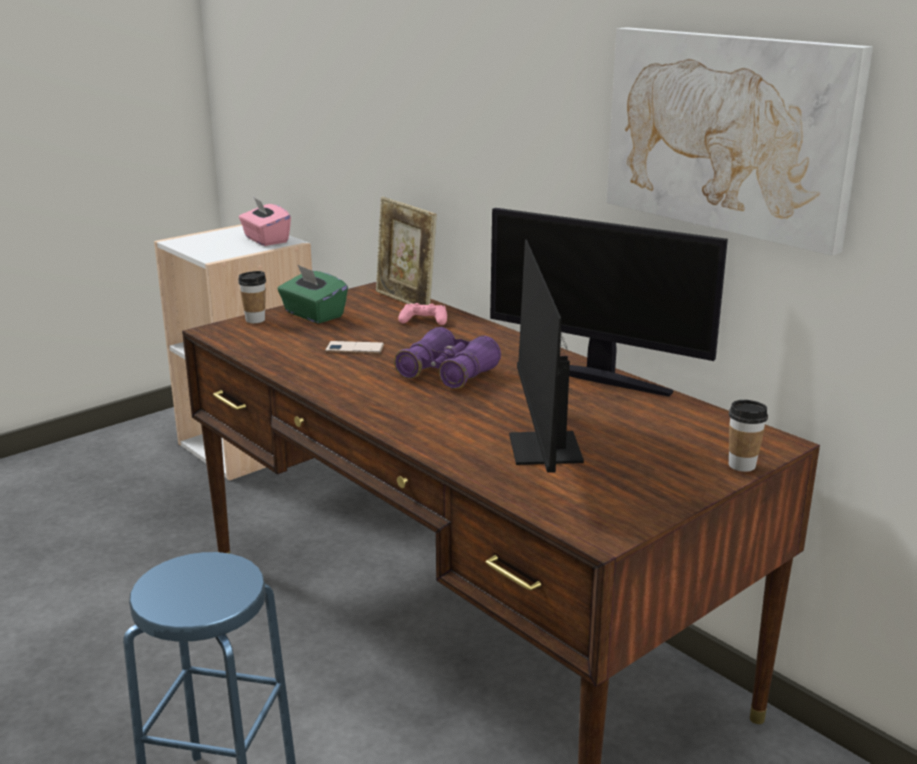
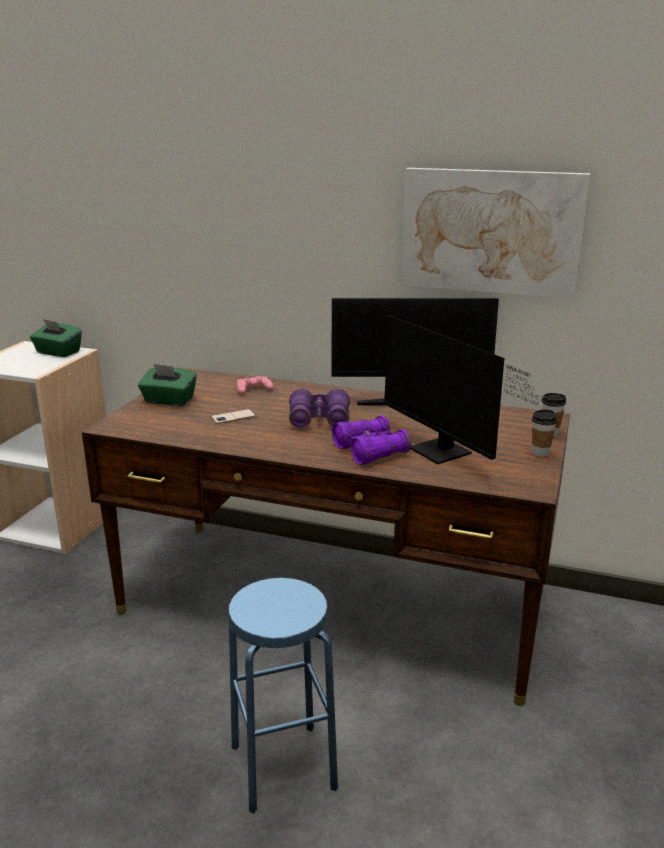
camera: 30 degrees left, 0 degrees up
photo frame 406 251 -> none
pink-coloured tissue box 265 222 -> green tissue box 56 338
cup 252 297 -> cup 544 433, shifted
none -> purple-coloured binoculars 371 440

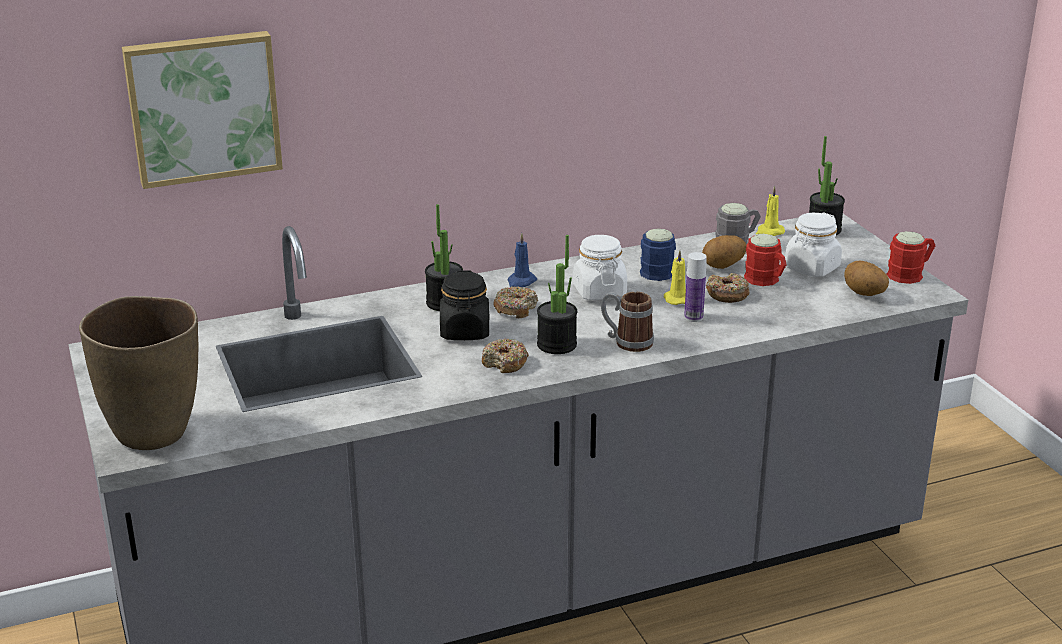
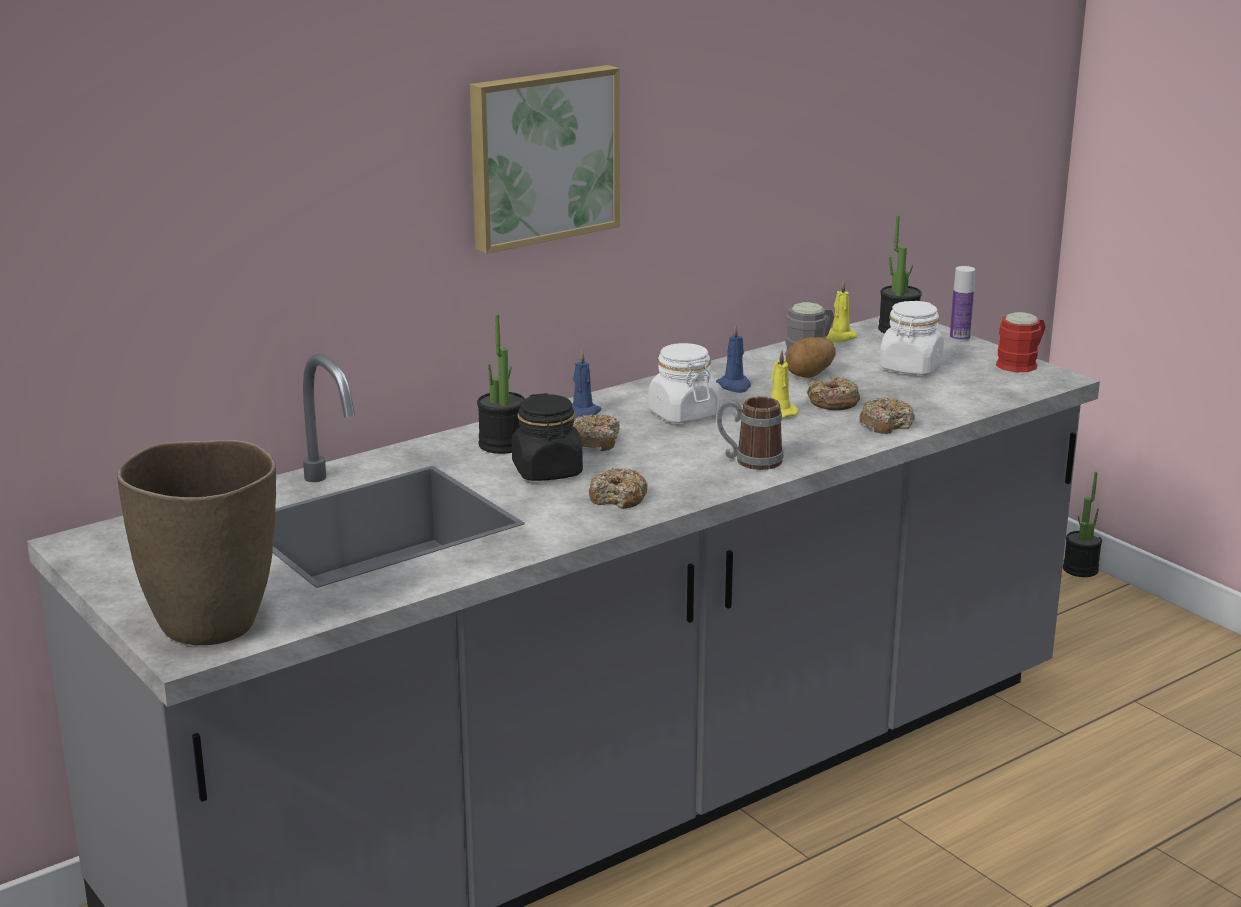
camera: 15 degrees left, 5 degrees down
picture 202 110 -> picture 545 159, shifted
blue coffee mug 658 254 -> blue wax light 733 359
reddish coffee mug 765 260 -> none
potted plant 557 294 -> potted plant 1082 524, shifted
beverage bottle 695 287 -> beverage bottle 962 304, shifted
whole potato 866 278 -> none
none -> doughnut 887 415

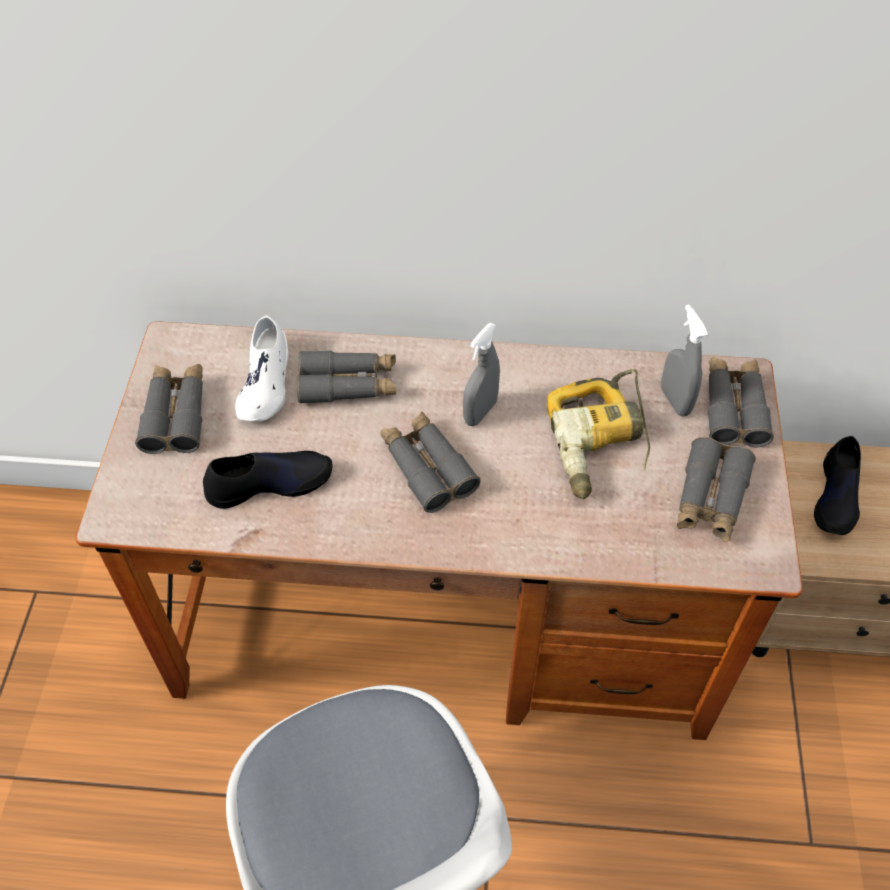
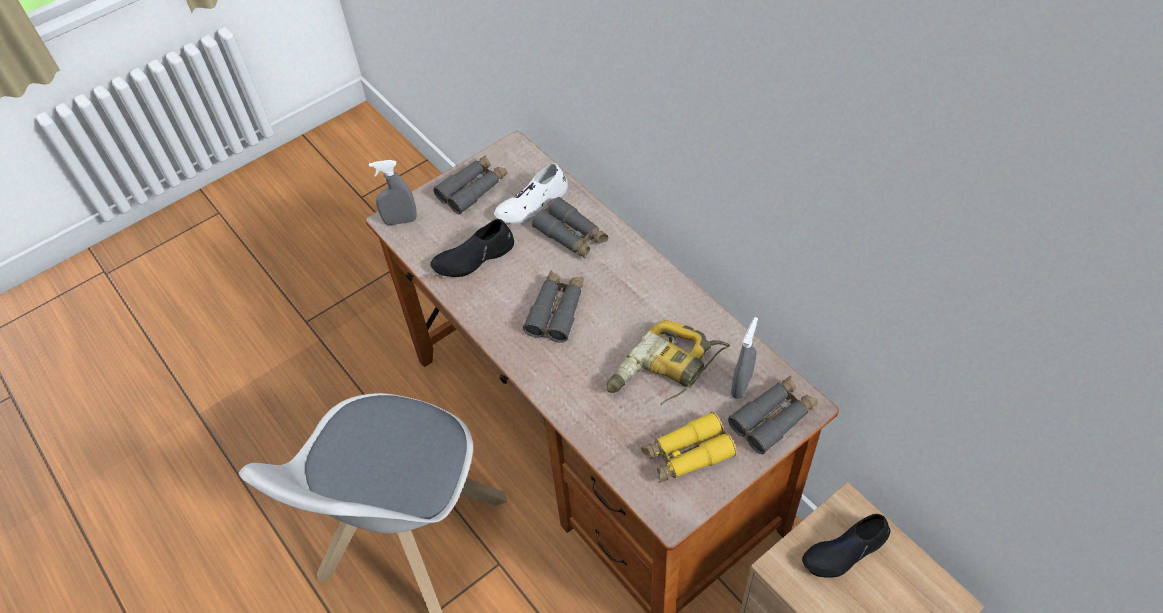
camera: 50 degrees right, 0 degrees up
gray spray bottle 481 374 -> gray spray bottle 393 192, shifted
gray binoculars 716 489 -> yellowish binoculars 689 447
black-coloured shoe 268 480 -> black-coloured shoe 472 248, 120 degrees clockwise

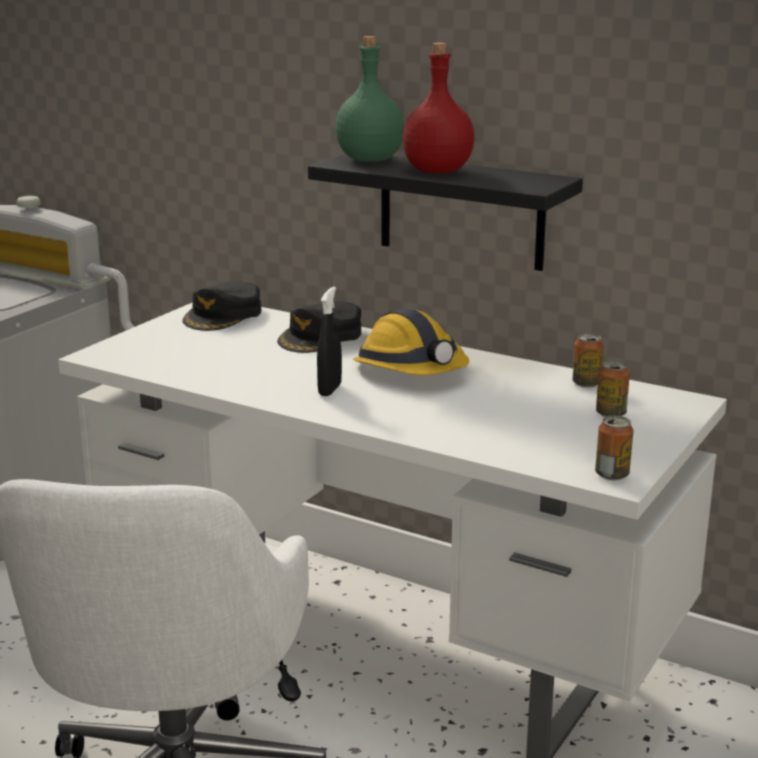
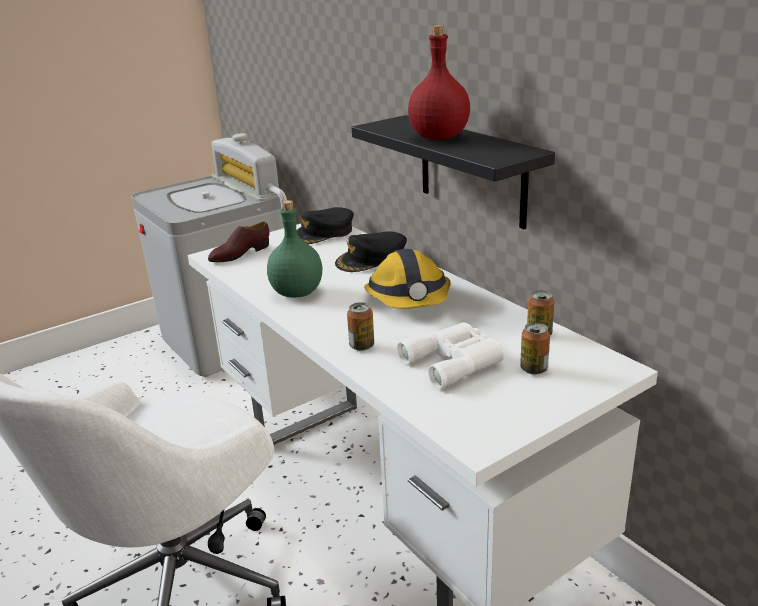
camera: 25 degrees right, 5 degrees up
green beverage bottle 369 99 -> green beverage bottle 294 248, shifted
black-coloured spray bottle 329 341 -> none
metal can 614 448 -> metal can 360 326, shifted
none -> brown shoe 238 241
none -> whitish binoculars 450 355

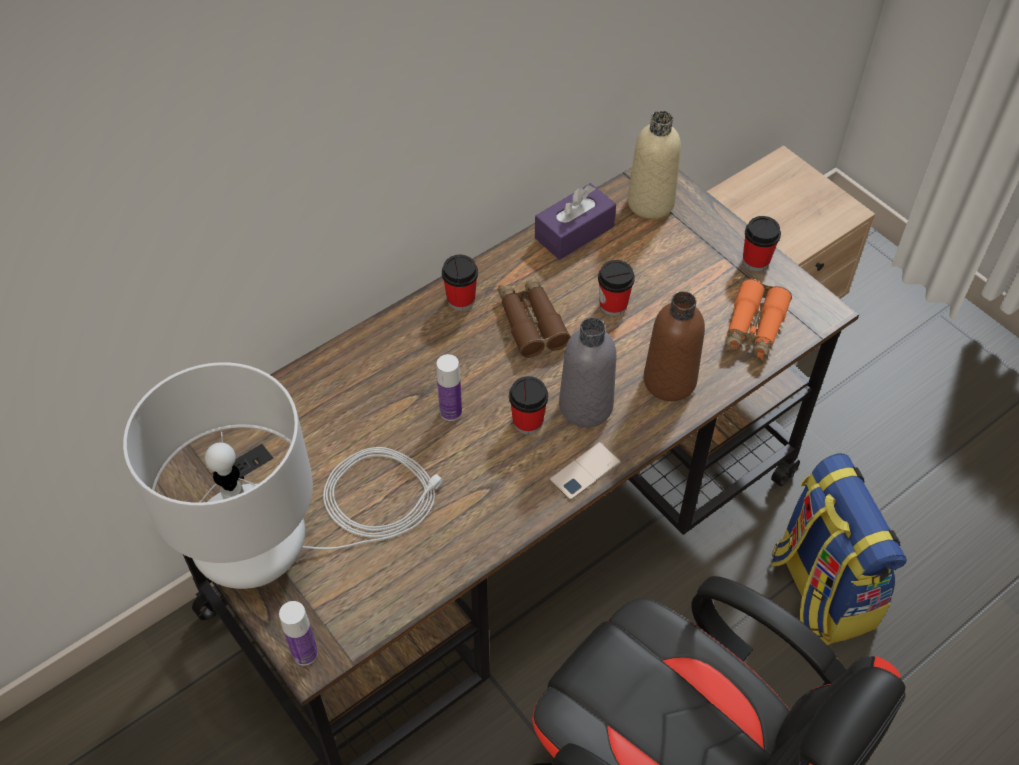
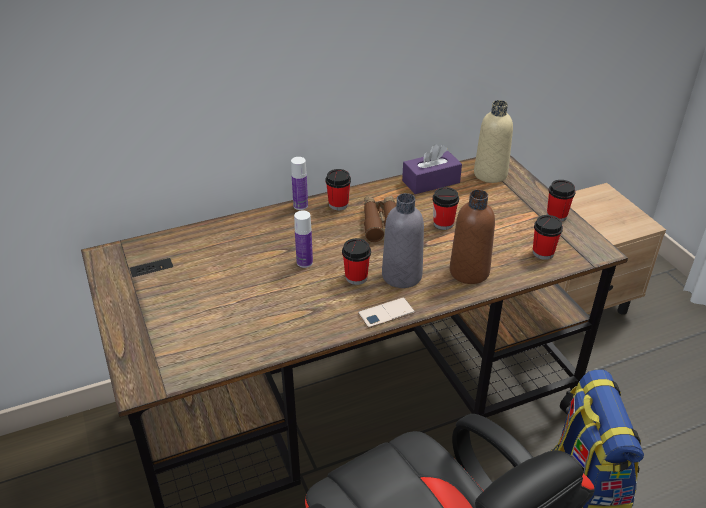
camera: 15 degrees right, 15 degrees down
orange-coloured binoculars 758 320 -> cup 548 237
whitish tabletop lamp 283 475 -> none
beverage bottle 298 633 -> beverage bottle 299 183, shifted

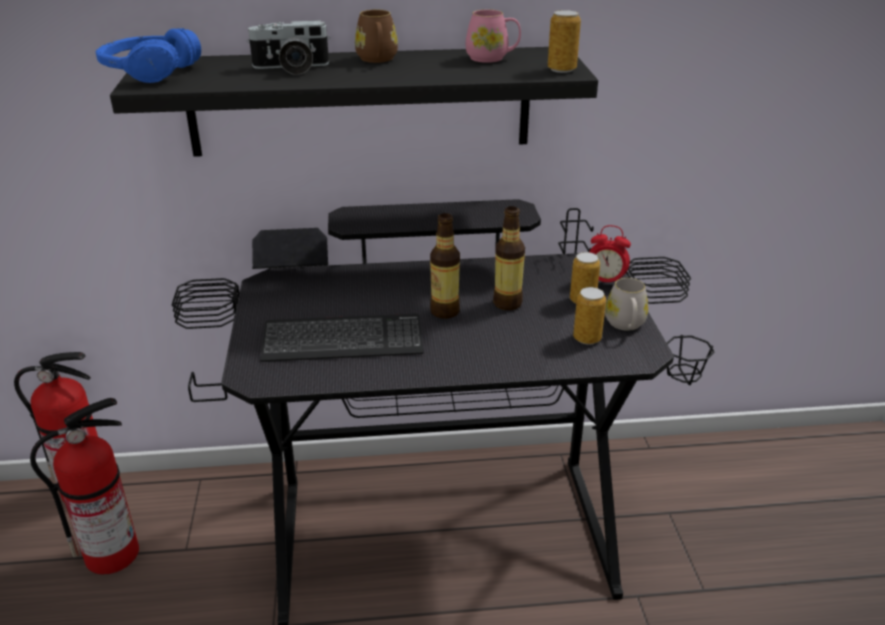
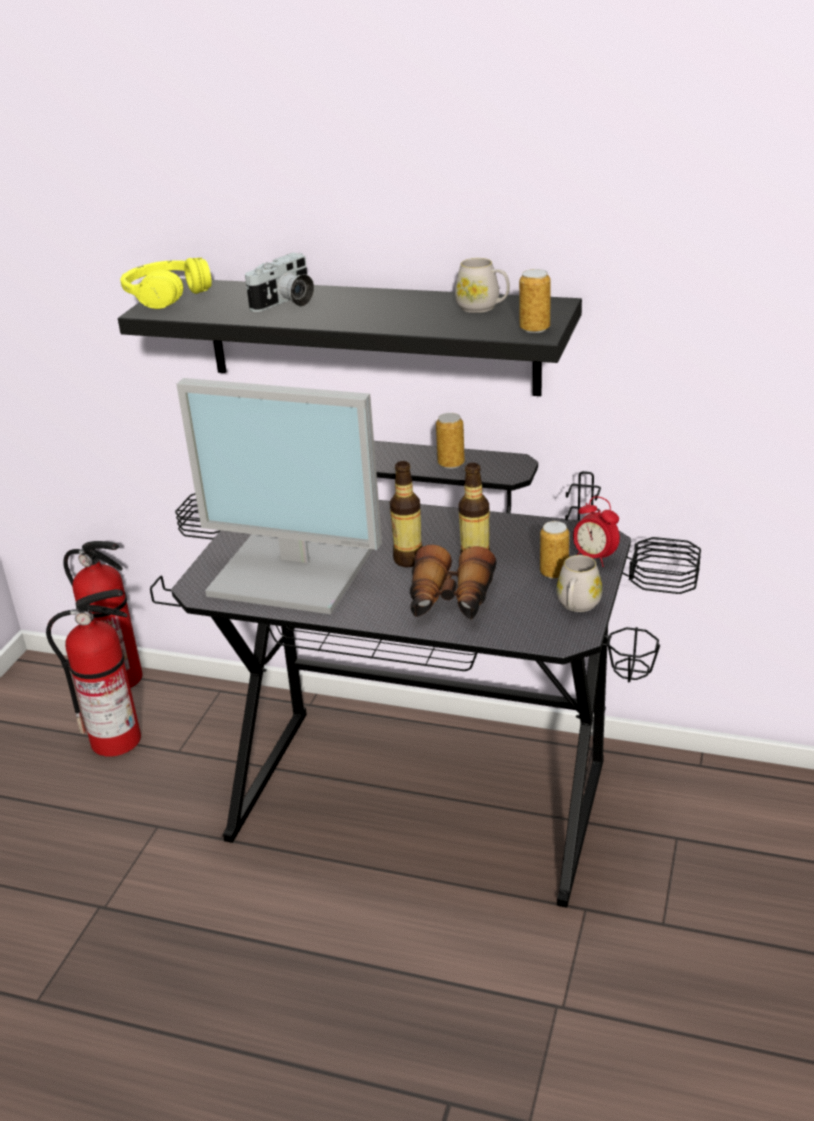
camera: 25 degrees right, 0 degrees up
pink-coloured coffee mug 493 36 -> whitish coffee mug 482 285
brown coffee mug 376 36 -> none
photo camera 288 47 -> photo camera 279 282, 60 degrees counterclockwise
blue headphones 148 55 -> yellowish headphones 166 283
metal can 589 316 -> metal can 450 441, shifted
PC keyboard 342 337 -> computer display 279 496
none -> binoculars 453 582

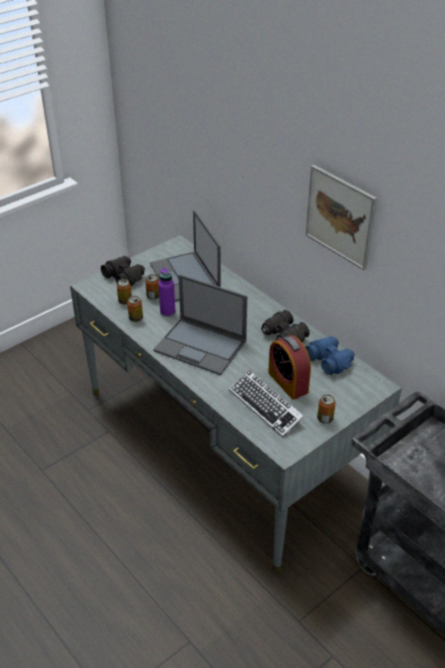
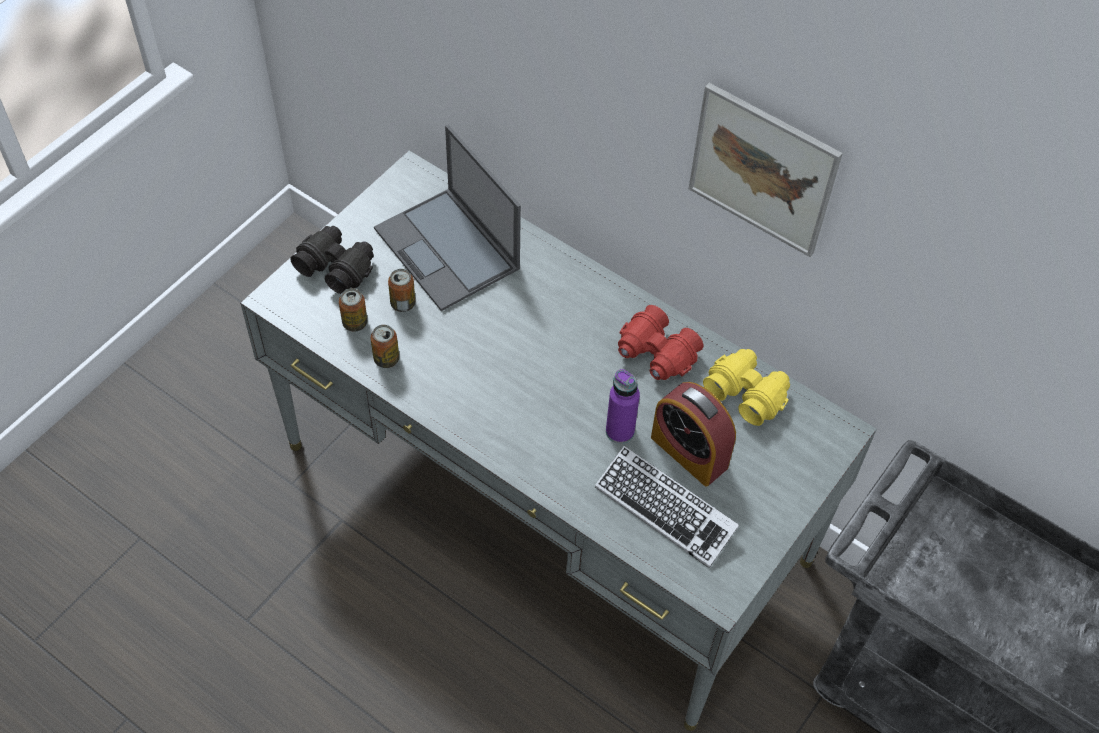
camera: 15 degrees left, 15 degrees up
purple-coloured beverage bottle 166 292 -> purple-coloured beverage bottle 623 406, shifted
notebook computer 200 324 -> none
black-coloured binoculars 285 326 -> reddish binoculars 660 342
blue binoculars 330 355 -> yellowish binoculars 746 387
metal can 326 409 -> none

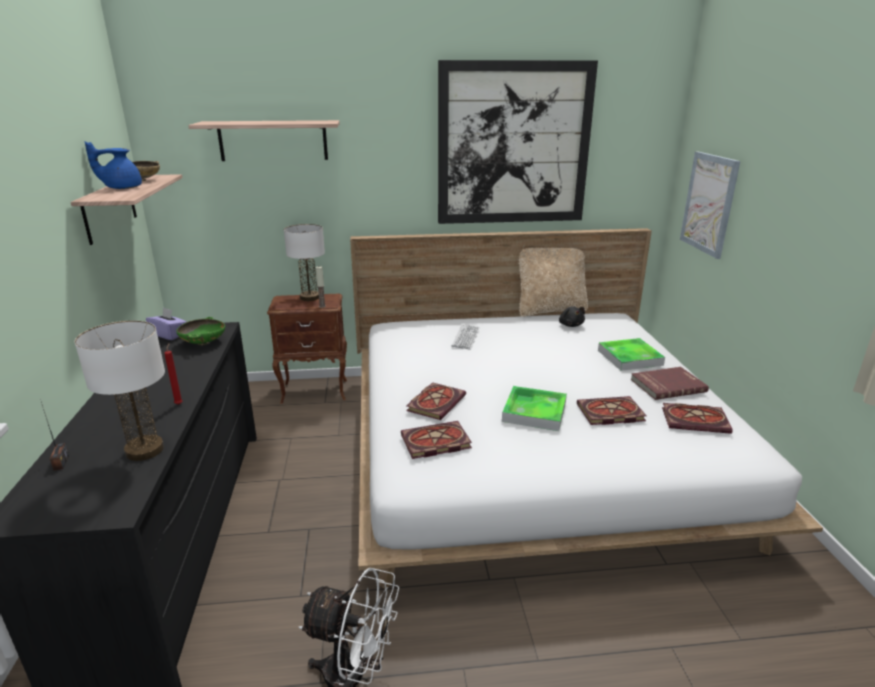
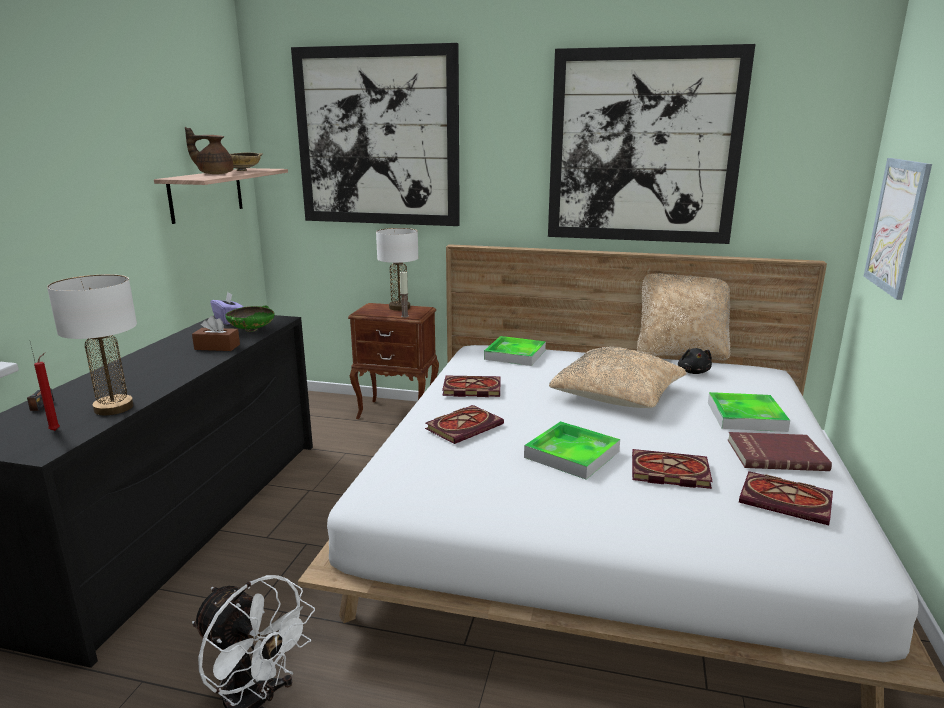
camera: 20 degrees right, 5 degrees down
shelf 264 140 -> picture 375 134
blue tea pot 113 165 -> brown tea pot 209 150
PC keyboard 466 337 -> none
reddish wax light 173 374 -> reddish wax light 47 391, shifted
bound book 436 440 -> bound book 471 386, shifted
none -> brown tissue box 216 333
none -> tray 515 351
none -> sand-coloured throw pillow 618 377

